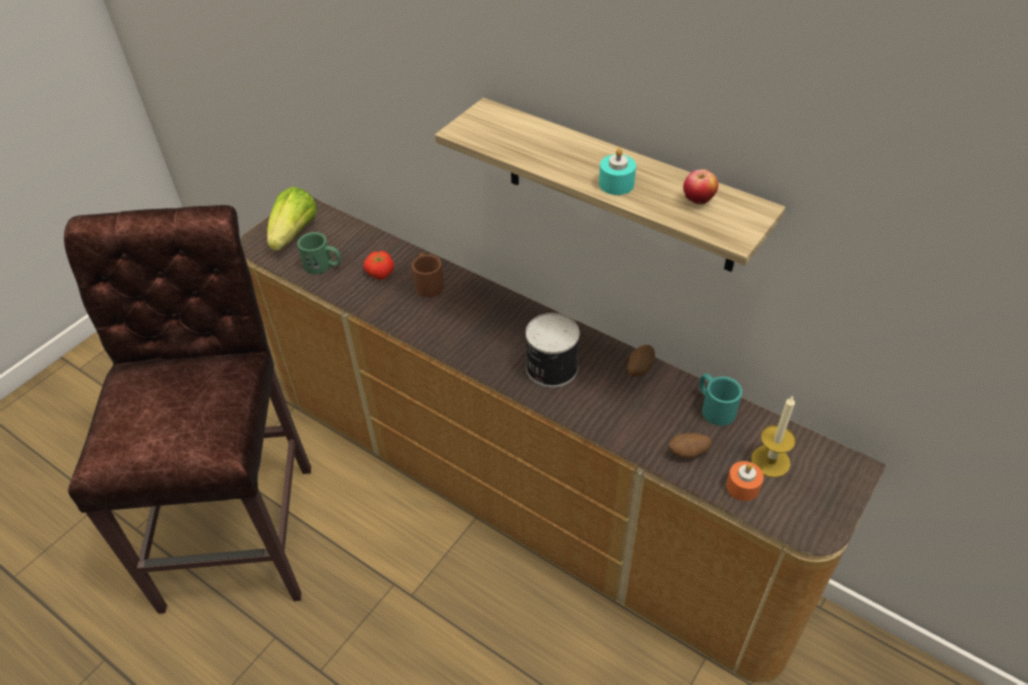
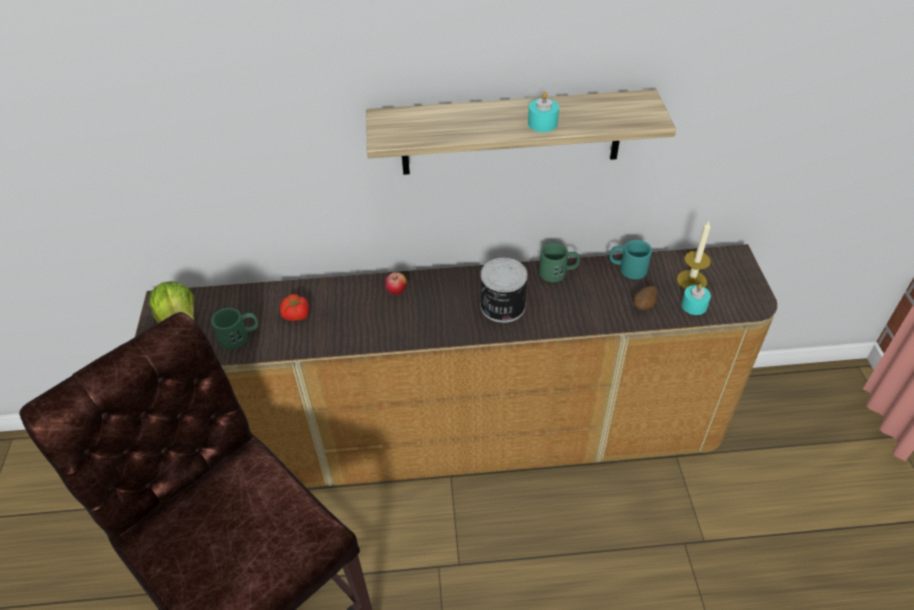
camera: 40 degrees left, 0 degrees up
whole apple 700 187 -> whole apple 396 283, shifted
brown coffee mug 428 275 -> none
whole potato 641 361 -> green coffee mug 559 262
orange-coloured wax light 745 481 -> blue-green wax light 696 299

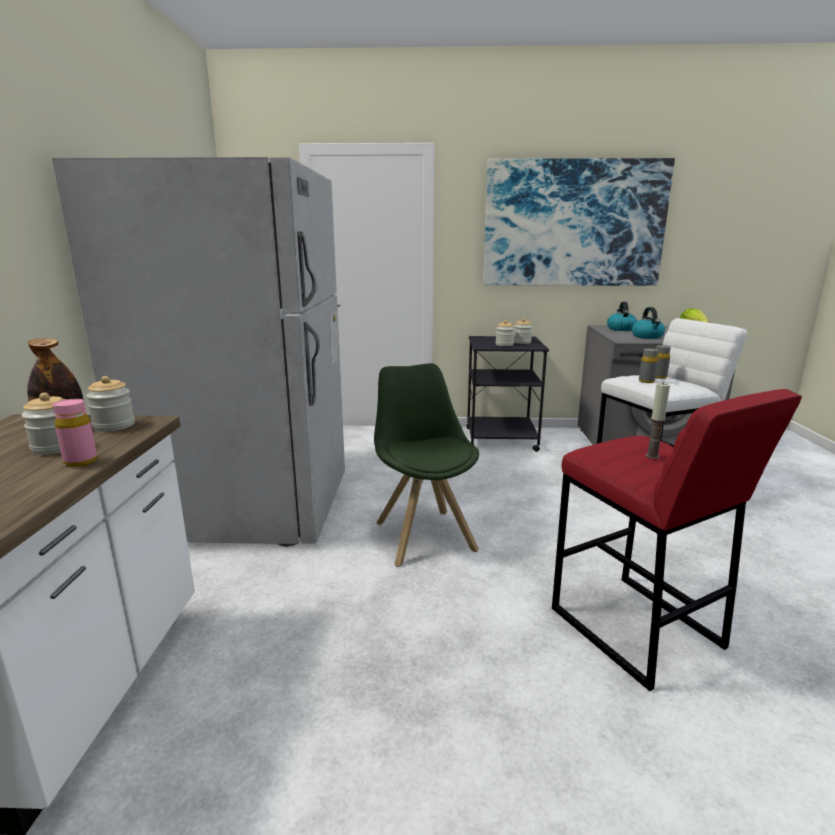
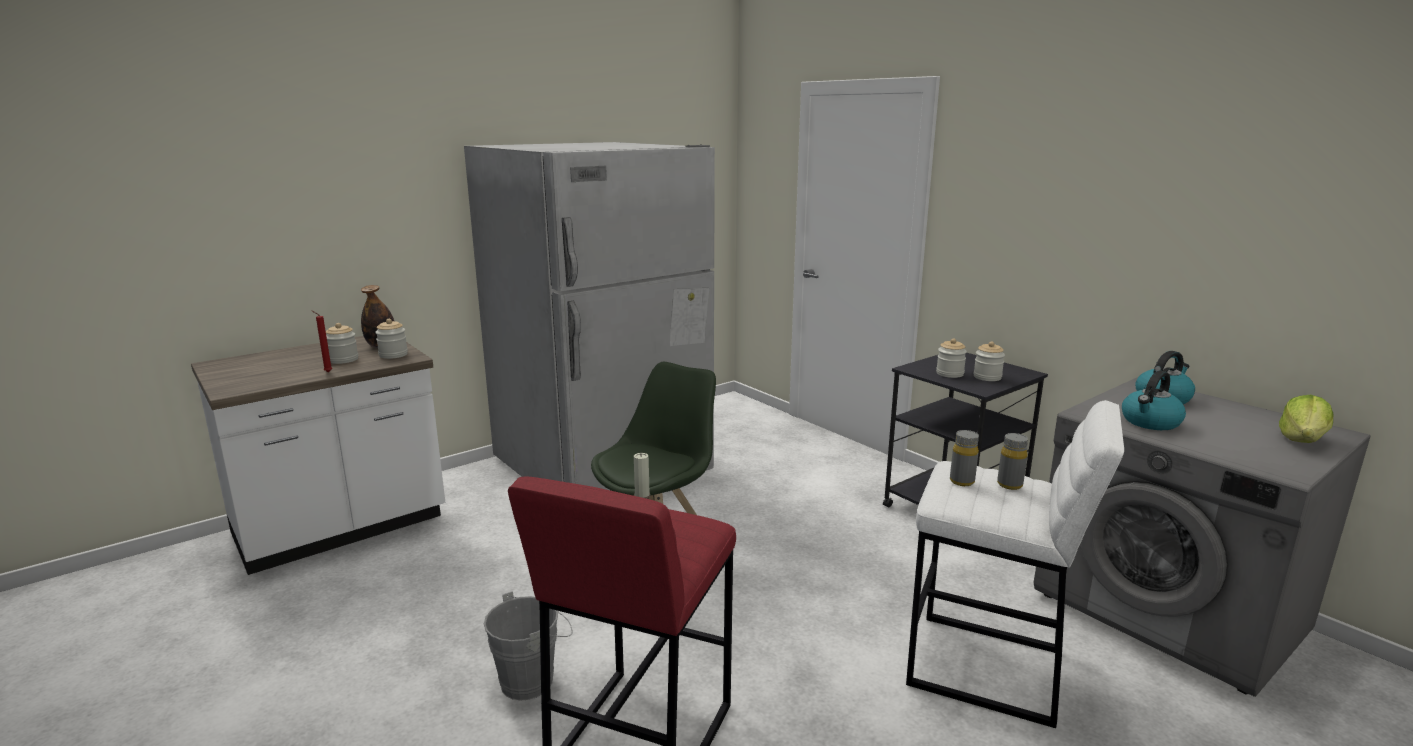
camera: 50 degrees right, 0 degrees up
picture 579 222 -> none
pink-coloured beverage bottle 75 433 -> reddish wax light 321 341
none -> gray bucket 528 646

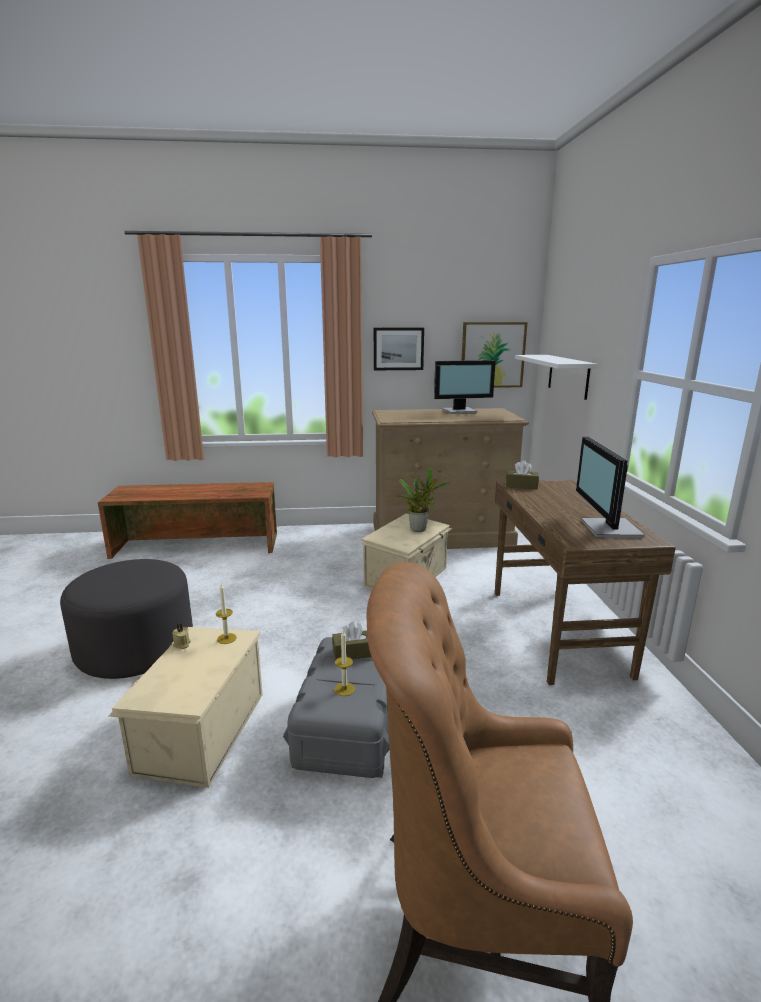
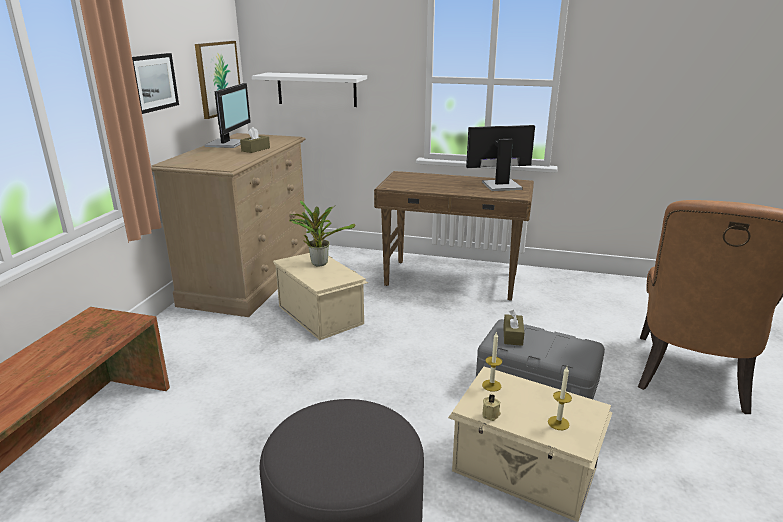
camera: 70 degrees left, 5 degrees up
computer display 610 487 -> computer display 500 158, 150 degrees clockwise
brown tissue box 522 474 -> brown tissue box 255 140, shifted
wax light 344 663 -> wax light 560 398, shifted

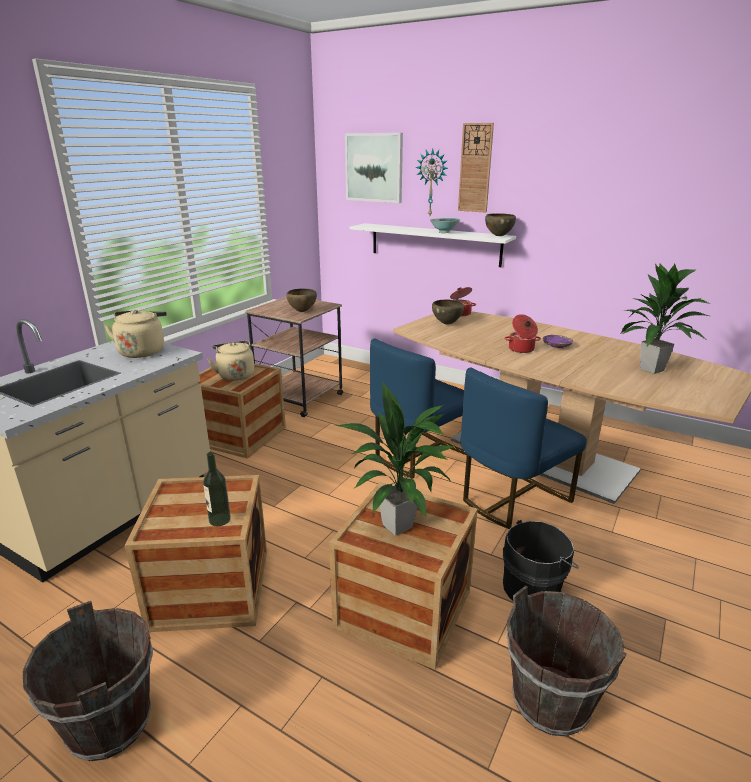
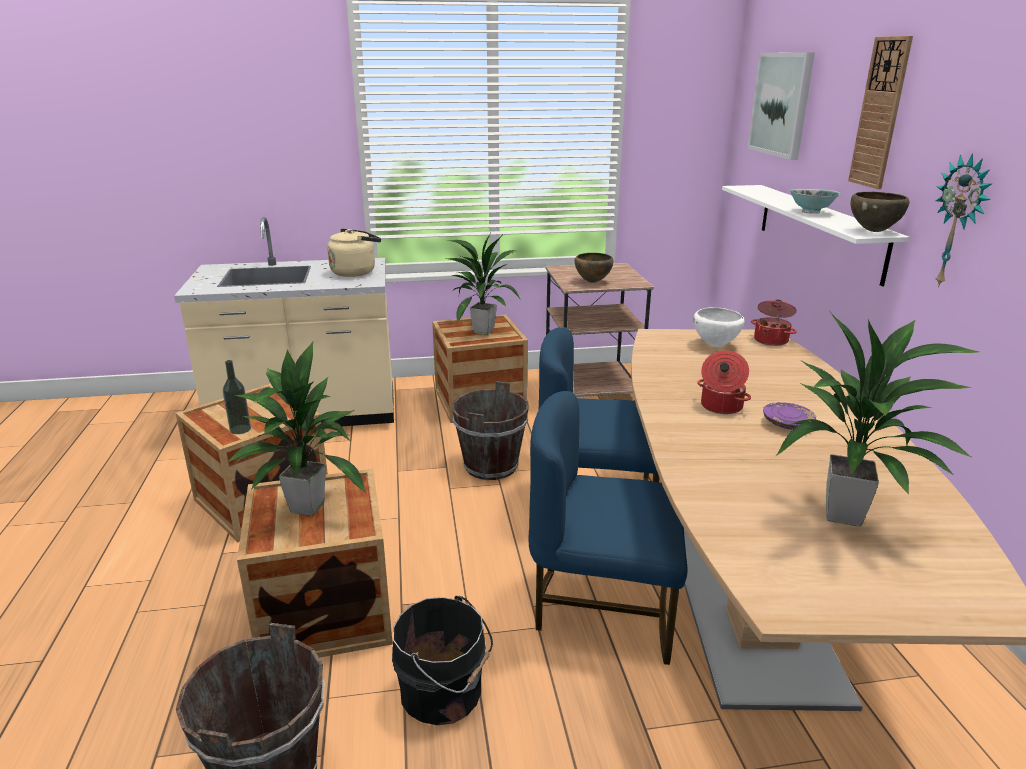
camera: 50 degrees right, 0 degrees up
wall clock 432 181 -> wall clock 964 220, shifted
brown bowl 448 312 -> whitish bowl 718 327
sand-coloured kettle 231 361 -> potted plant 482 284
brown bucket 88 681 -> brown bucket 490 430, shifted

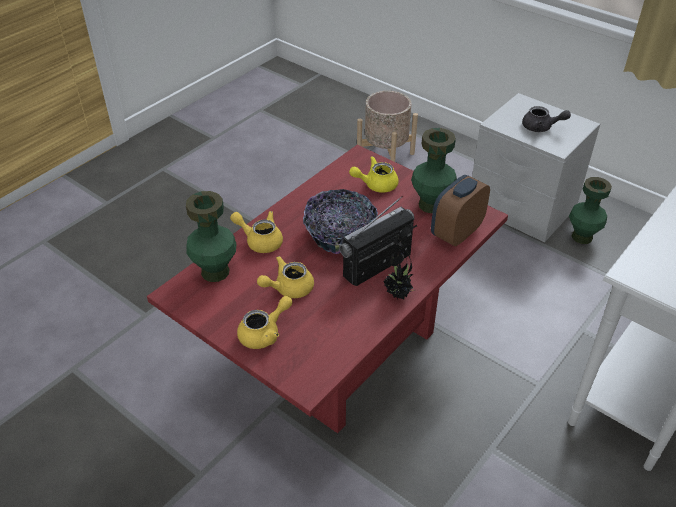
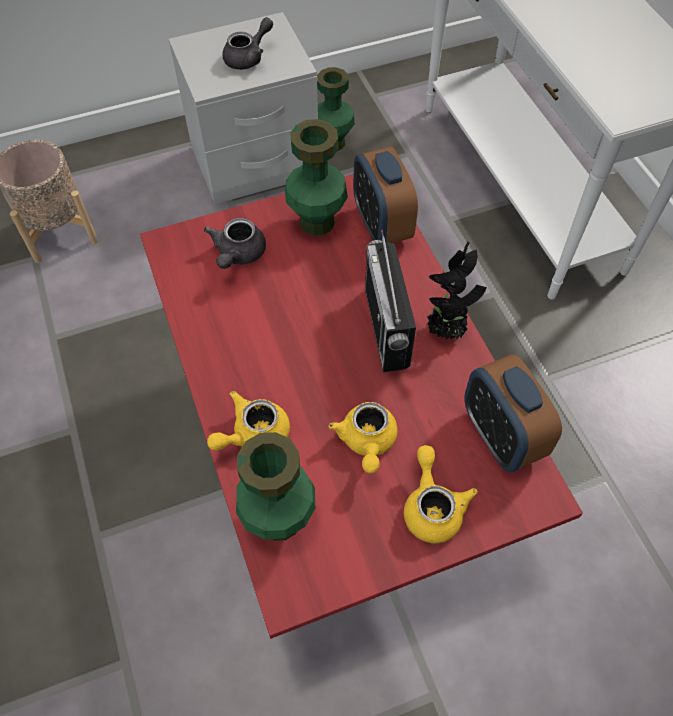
camera: 60 degrees left, 15 degrees up
yellowish tea pot 374 174 -> gray tea pot 235 243
bowl 340 221 -> none
none -> bedside clock 513 413

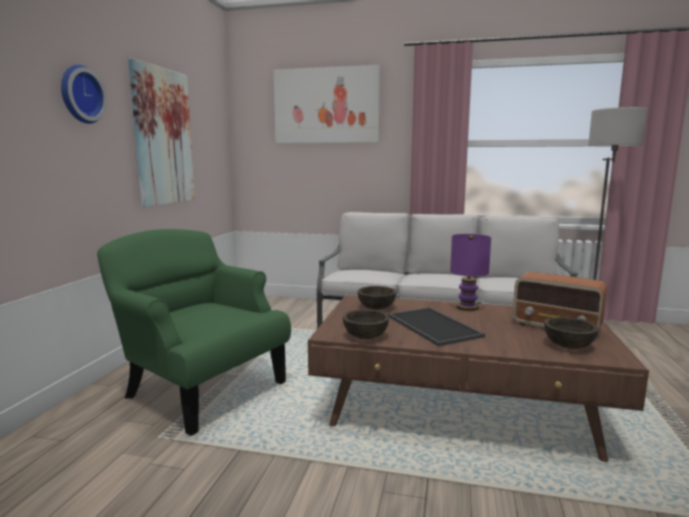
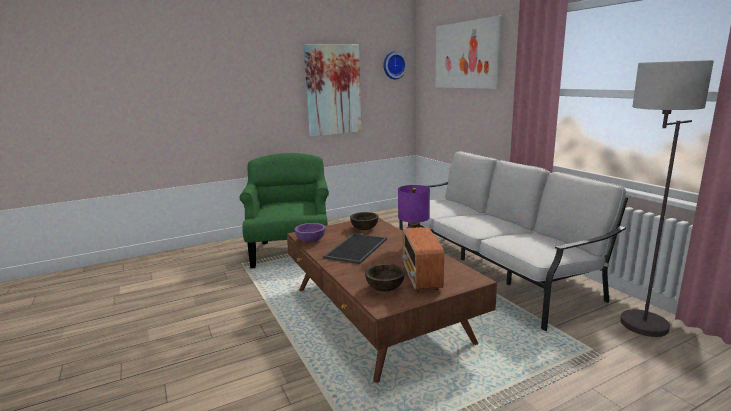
camera: 50 degrees right, 5 degrees up
wall clock 84 94 -> wall clock 395 65, shifted
brown bowl 366 324 -> purple-coloured bowl 310 233

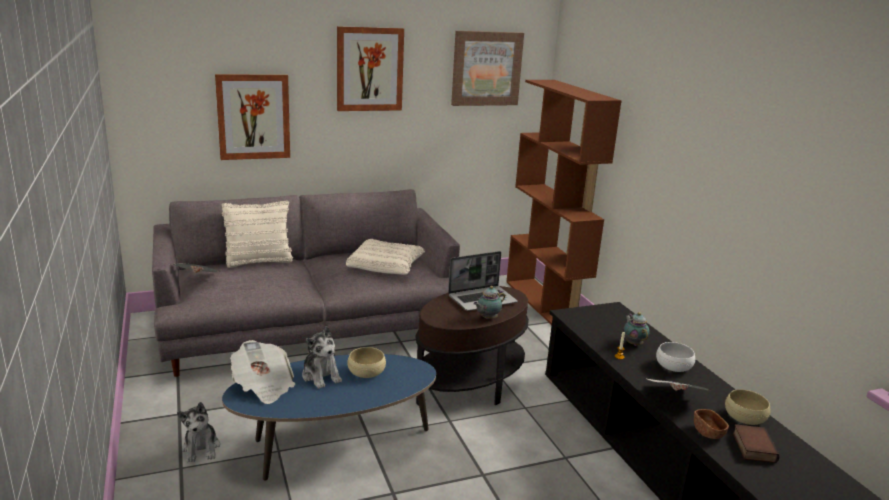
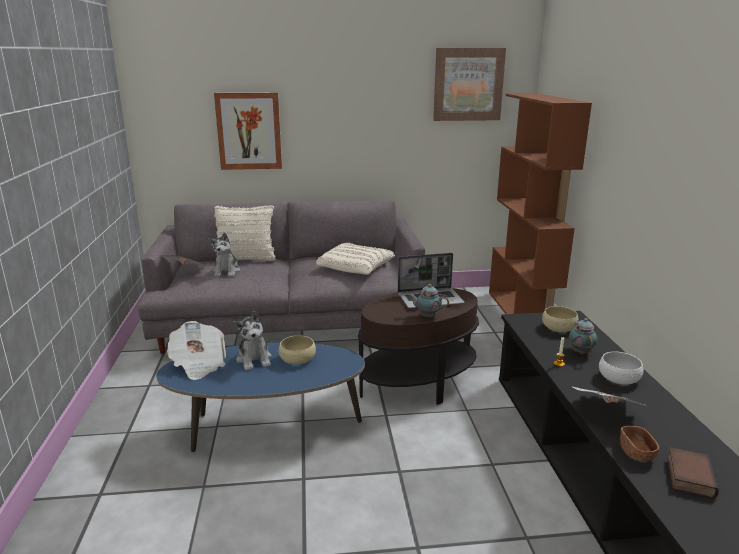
camera: 15 degrees right, 0 degrees up
picture 370 68 -> none
tea pot 489 302 -> tea pot 428 300, 45 degrees clockwise
sand-coloured bowl 748 407 -> sand-coloured bowl 560 319, shifted
plush toy 198 432 -> plush toy 224 254, shifted

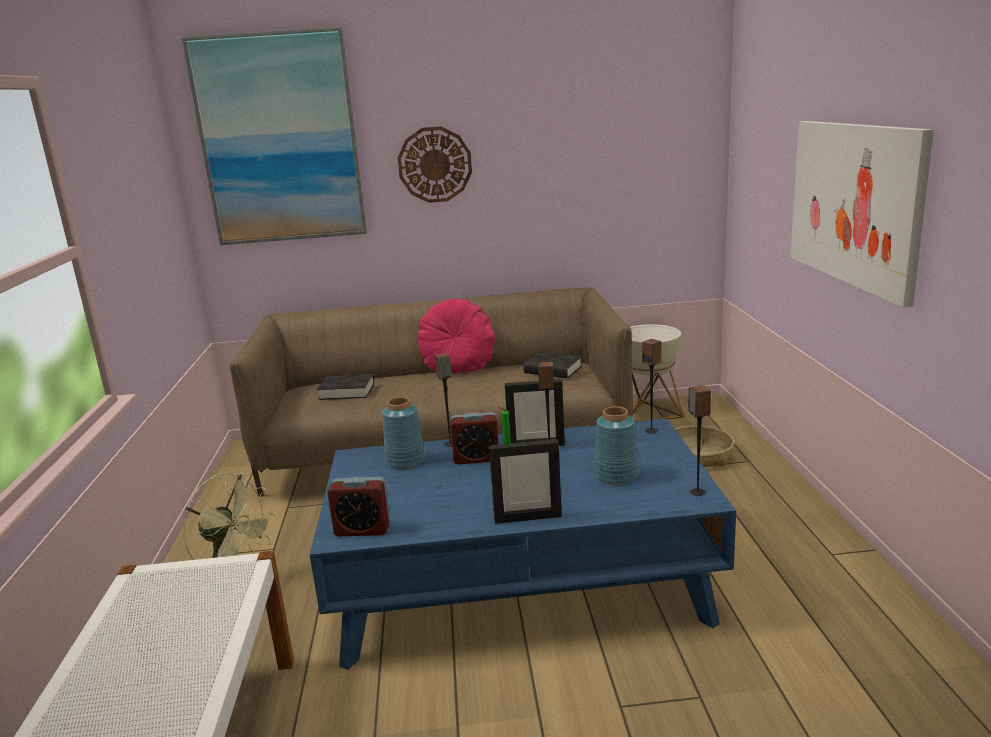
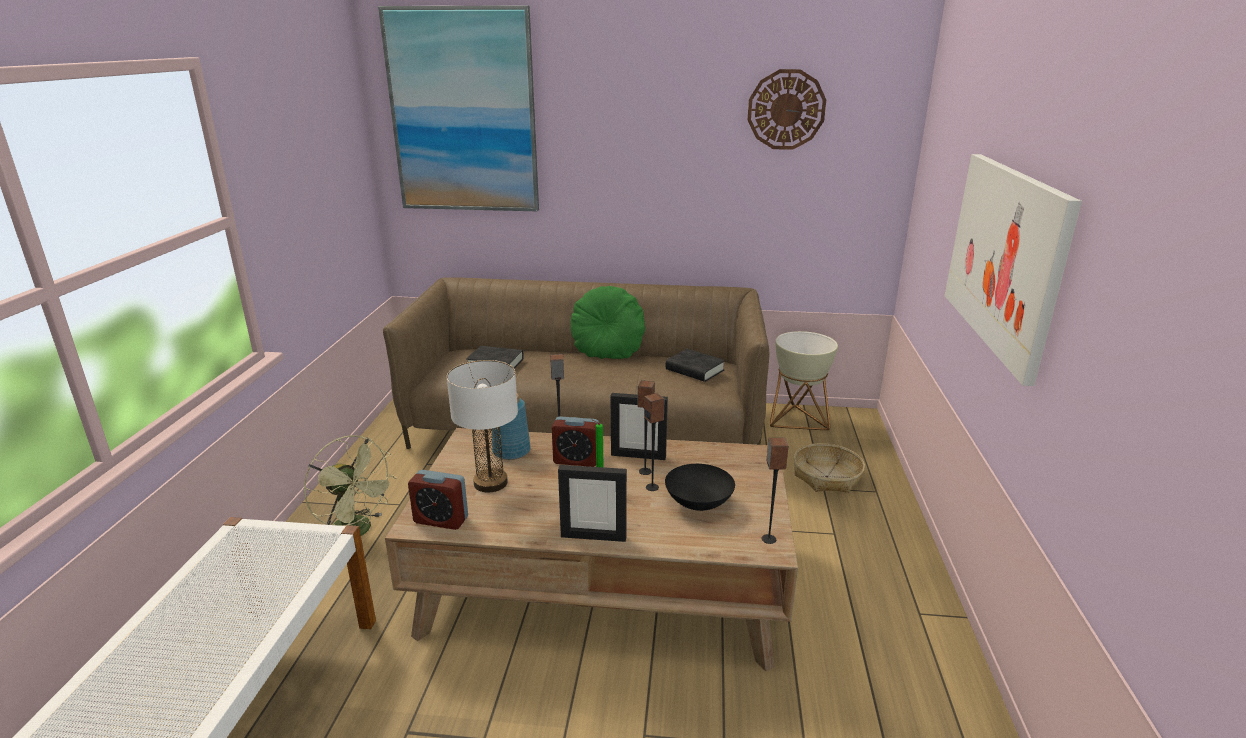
camera: 10 degrees right, 5 degrees up
wall clock 435 164 -> wall clock 787 109, shifted
pink-coloured throw pillow 456 335 -> green throw pillow 608 322
speaker 651 386 -> speaker 654 442, shifted
blue vase 616 445 -> black-coloured bowl 700 487
blue lounge table 523 544 -> brown lounge table 591 549
none -> tabletop lamp 482 426

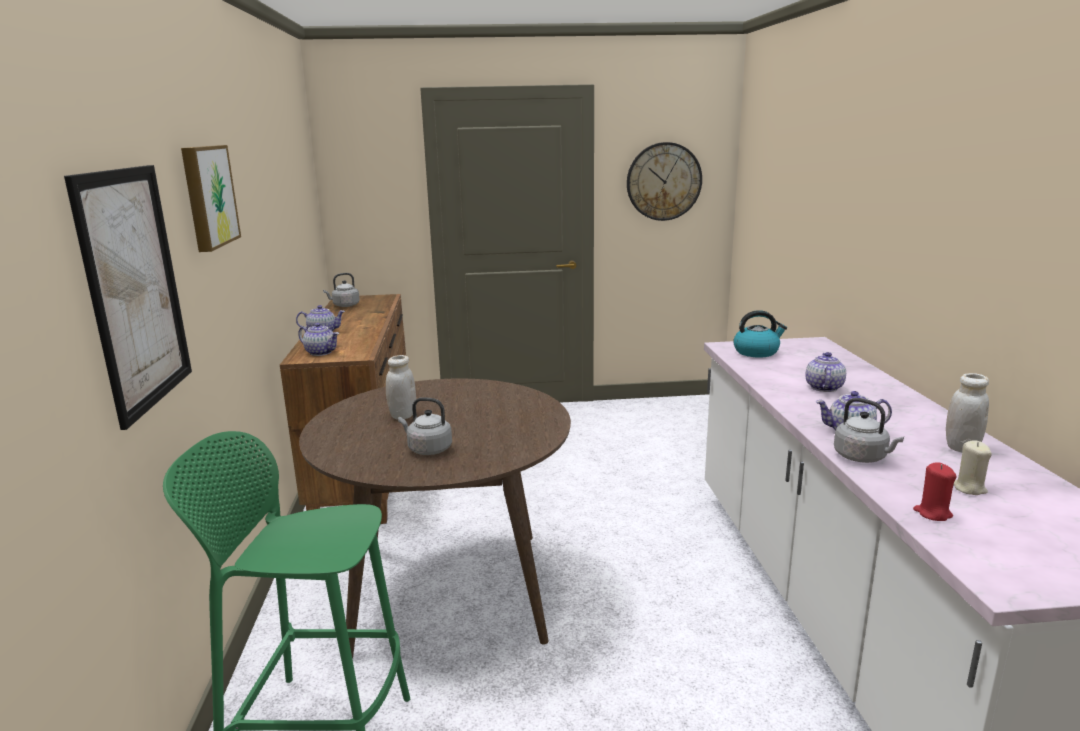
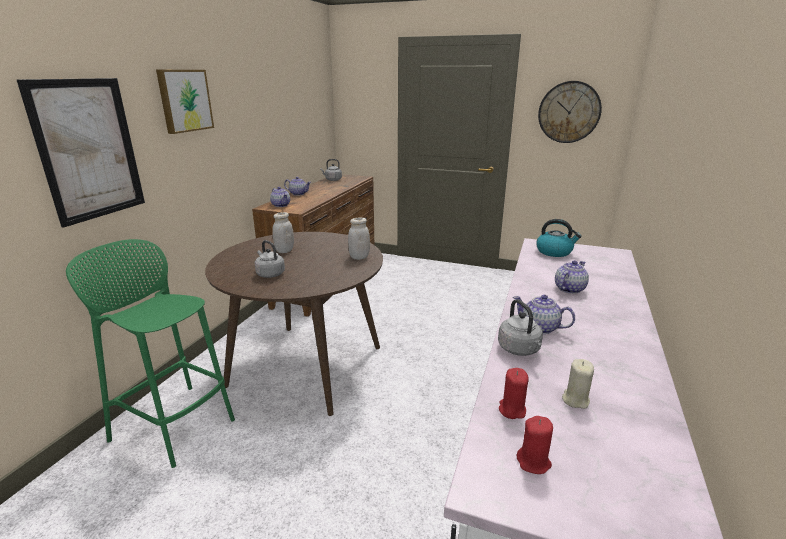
camera: 25 degrees right, 5 degrees up
whitish storage jar 967 412 -> whitish storage jar 359 239, shifted
none -> reddish wax light 535 445

